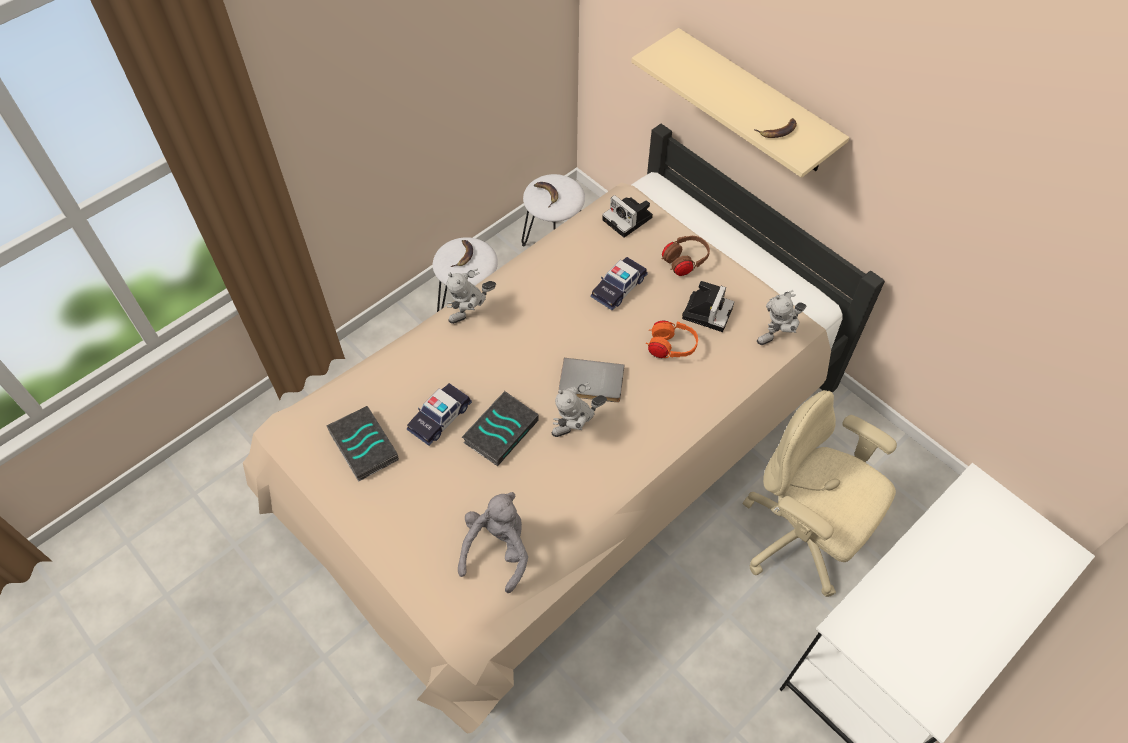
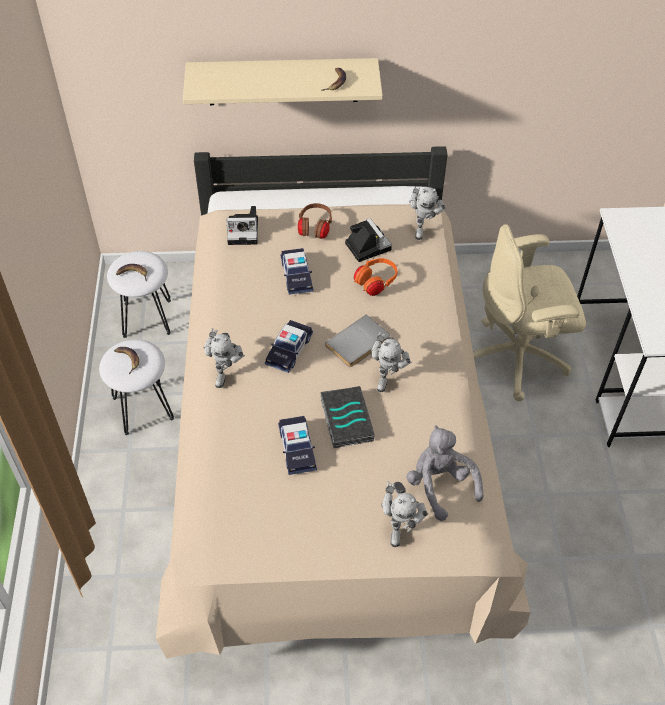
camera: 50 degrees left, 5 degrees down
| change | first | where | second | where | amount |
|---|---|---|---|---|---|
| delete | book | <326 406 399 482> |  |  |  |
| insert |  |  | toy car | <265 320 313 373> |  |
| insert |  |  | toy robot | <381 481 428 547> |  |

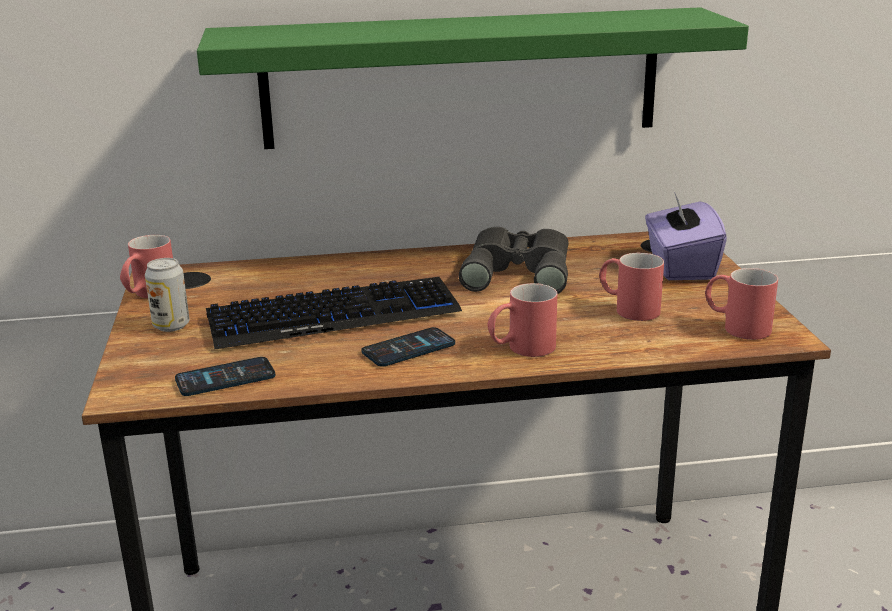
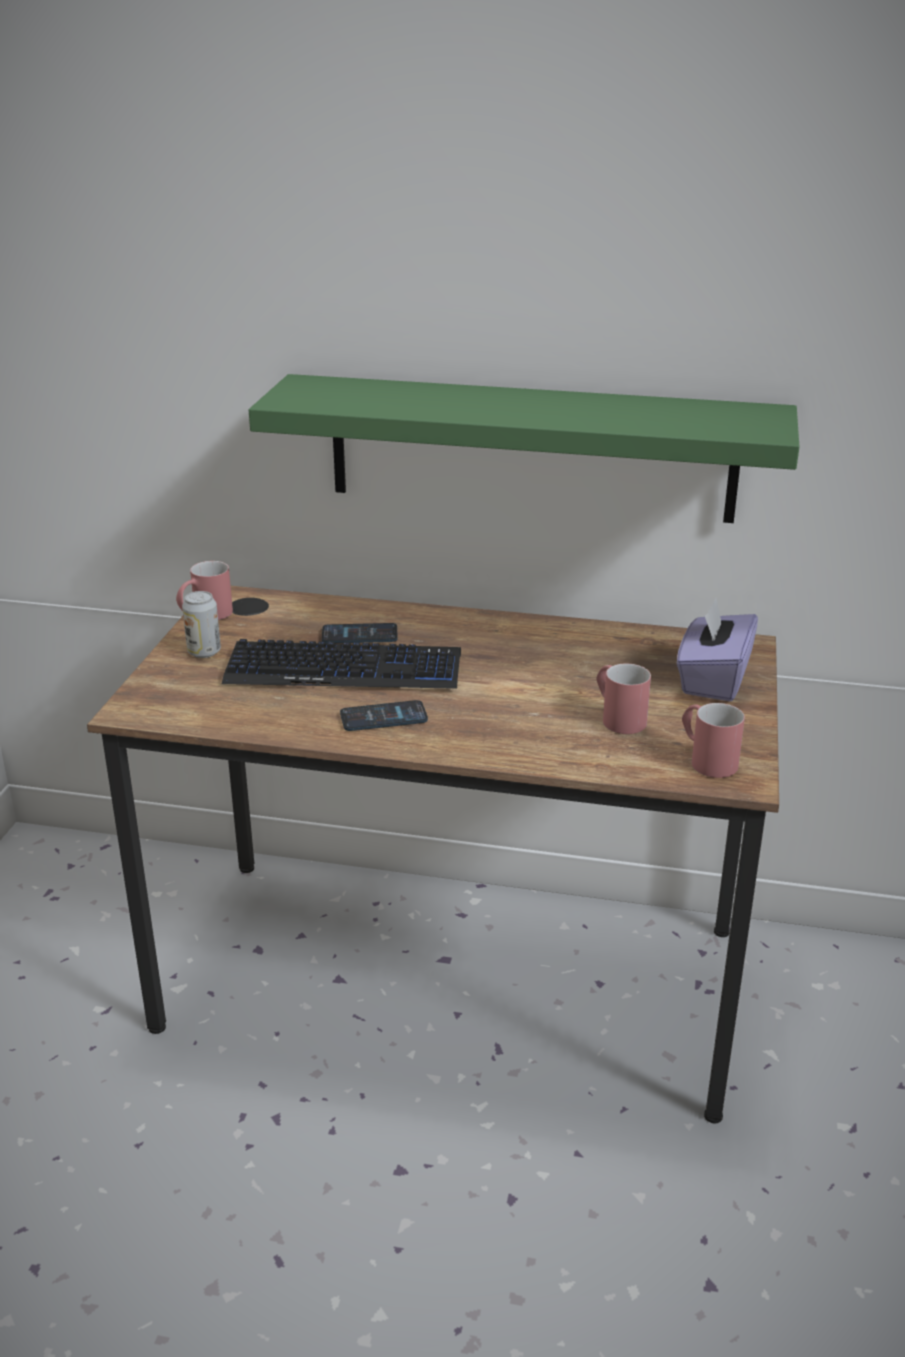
camera: 20 degrees right, 5 degrees up
| change | first | where | second | where | amount |
|---|---|---|---|---|---|
| move | phone | <175 357 276 396> |  | <322 623 398 644> |  |
| delete | binoculars (grey) | <459 227 569 294> |  |  |  |
| delete | mug (red) | <488 283 557 357> |  |  |  |

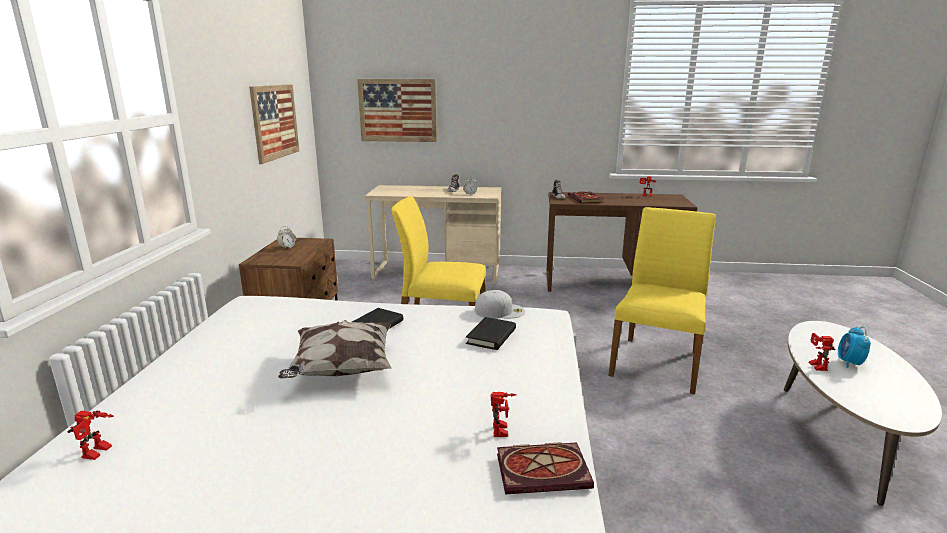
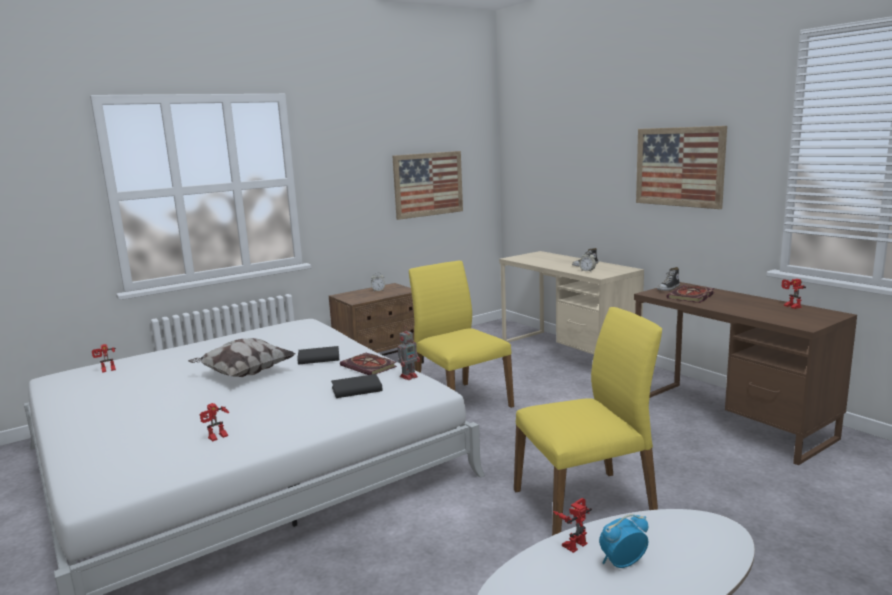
camera: 50 degrees right, 5 degrees down
| change | first | where | second | where | amount |
|---|---|---|---|---|---|
| move | picture | <357 79 437 142> |  | <636 126 727 209> |  |
| replace | cap (white) | <475 290 525 319> | toy robot | <397 326 420 380> |  |
| move | book | <497 442 594 495> |  | <340 353 397 375> |  |

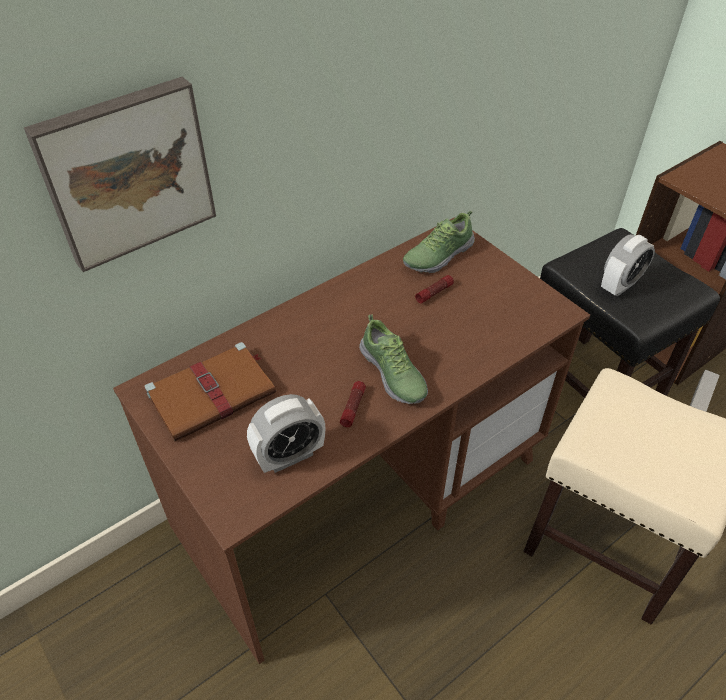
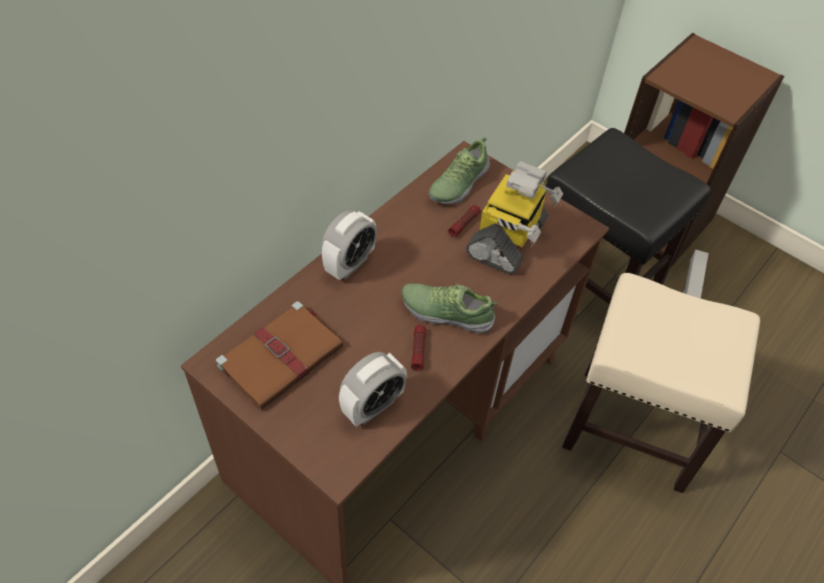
camera: 15 degrees left, 5 degrees up
| change | first | where | second | where | amount |
|---|---|---|---|---|---|
| delete | picture | <24 77 216 272> |  |  |  |
| rotate | shoe | <359 314 428 404> |  | <401 283 498 333> | 150 degrees clockwise |
| move | alarm clock | <601 234 655 297> |  | <321 211 377 280> |  |
| insert |  |  | toy robot | <466 161 563 274> |  |

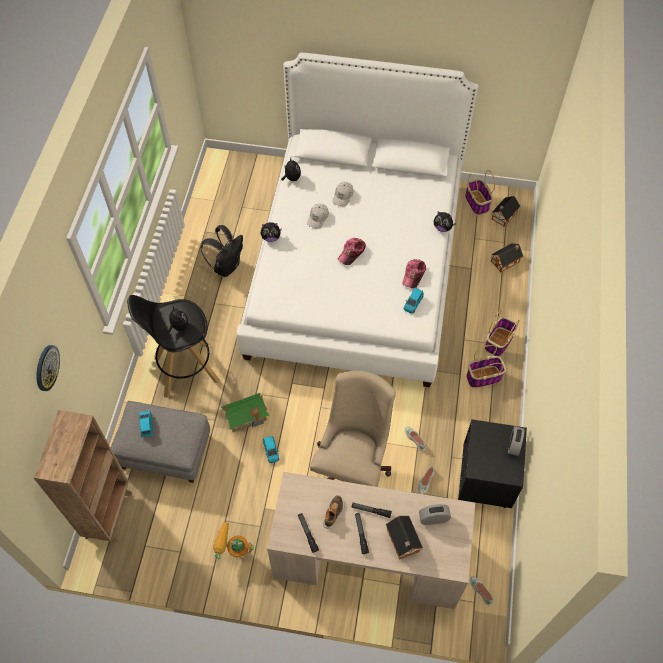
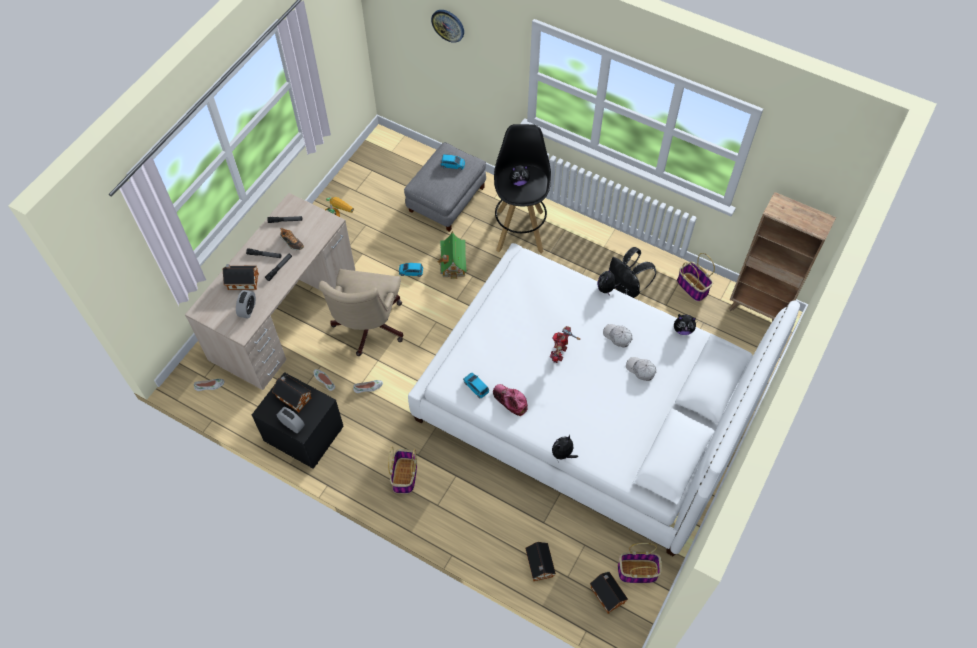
camera: 110 degrees right, 0 degrees up
| change | first | where | second | where | amount |
|---|---|---|---|---|---|
| move | bookcase (brown) | <33 410 132 544> |  | <729 192 836 322> |  |
| rotate | office chair (beige) | <310 371 396 487> |  | <319 269 404 356> | 60 degrees clockwise |
| replace | cap | <337 238 366 265> | toy robot | <550 326 580 363> |  |
| move | basket | <485 309 519 356> |  | <677 253 715 302> |  |
| insert |  |  | toy house | <272 376 311 412> |  |

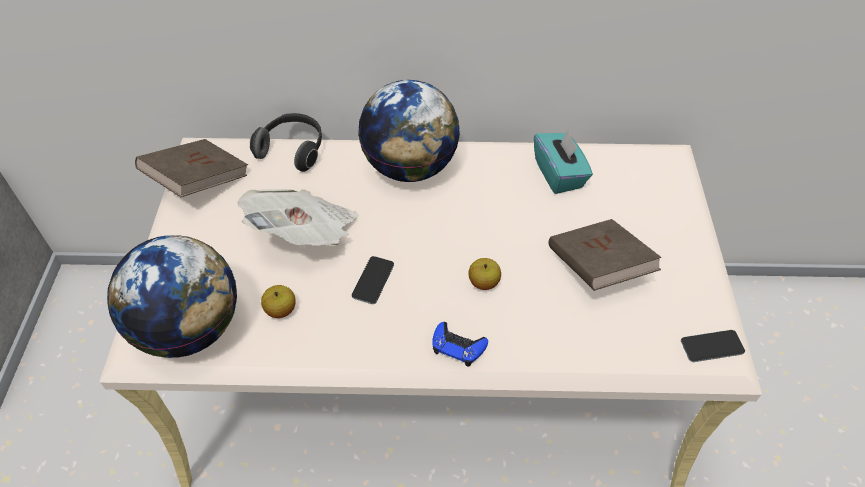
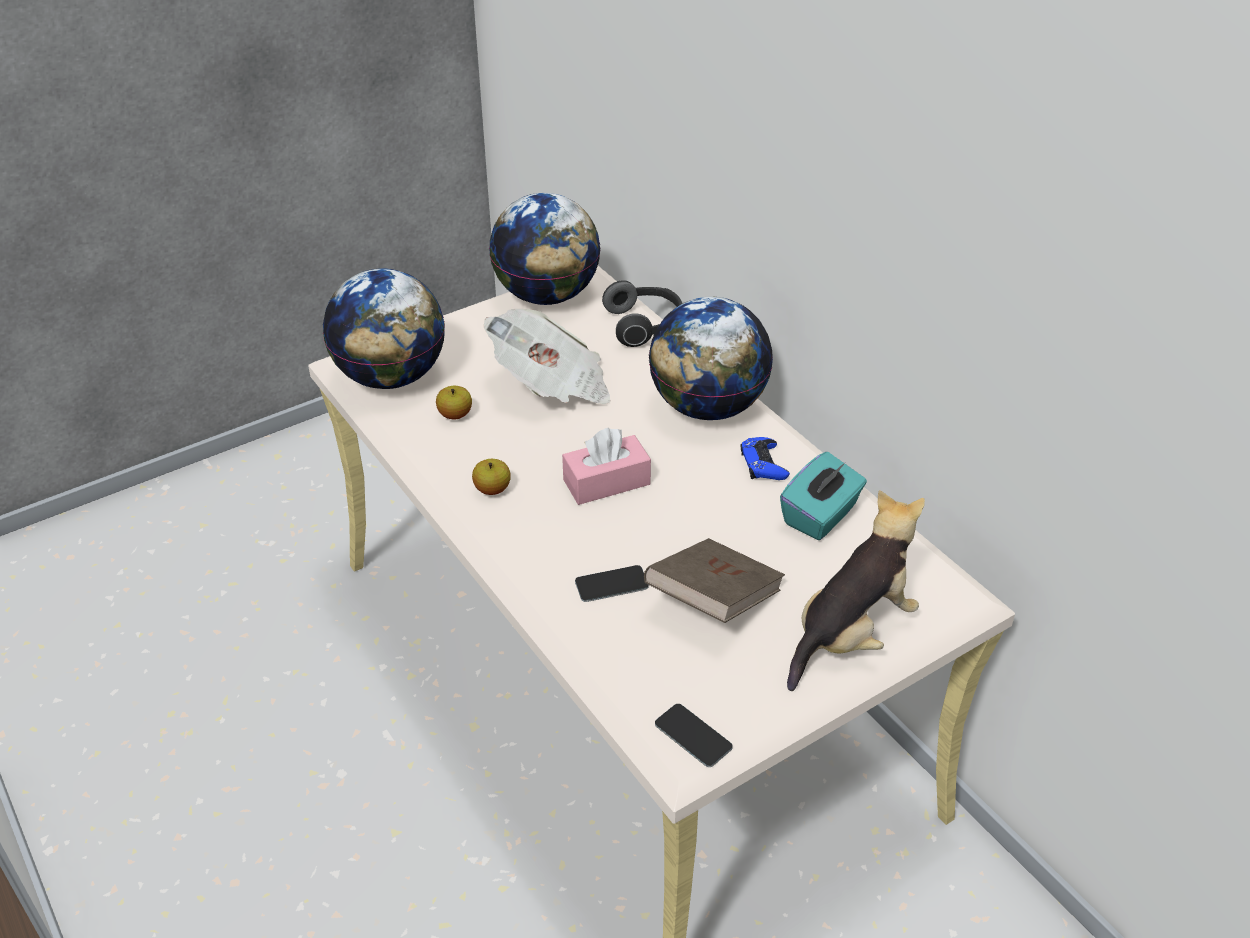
camera: 55 degrees right, 10 degrees down
| change | first | where | second | where | amount |
|---|---|---|---|---|---|
| replace | book (brown) | <135 139 248 197> | globe | <489 193 601 305> |  |
| move | phone | <352 256 394 304> |  | <575 565 649 602> |  |
| move | game controller (blue) | <432 322 488 366> |  | <741 437 790 480> |  |
| move | apple | <469 258 501 290> |  | <472 459 511 495> |  |
| insert |  |  | tissue box (pink) | <562 428 651 505> |  |
| insert |  |  | plush toy | <787 490 925 691> |  |

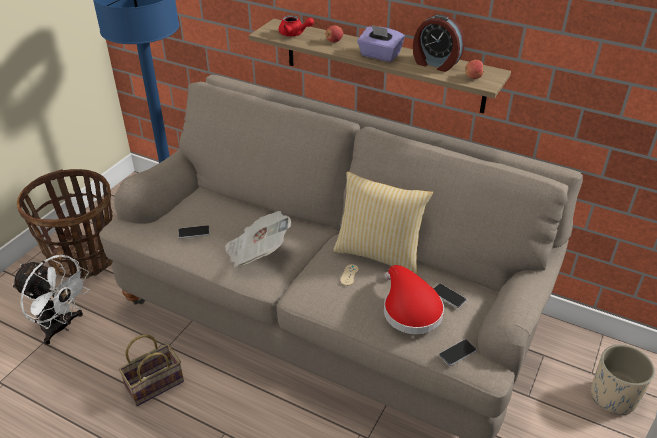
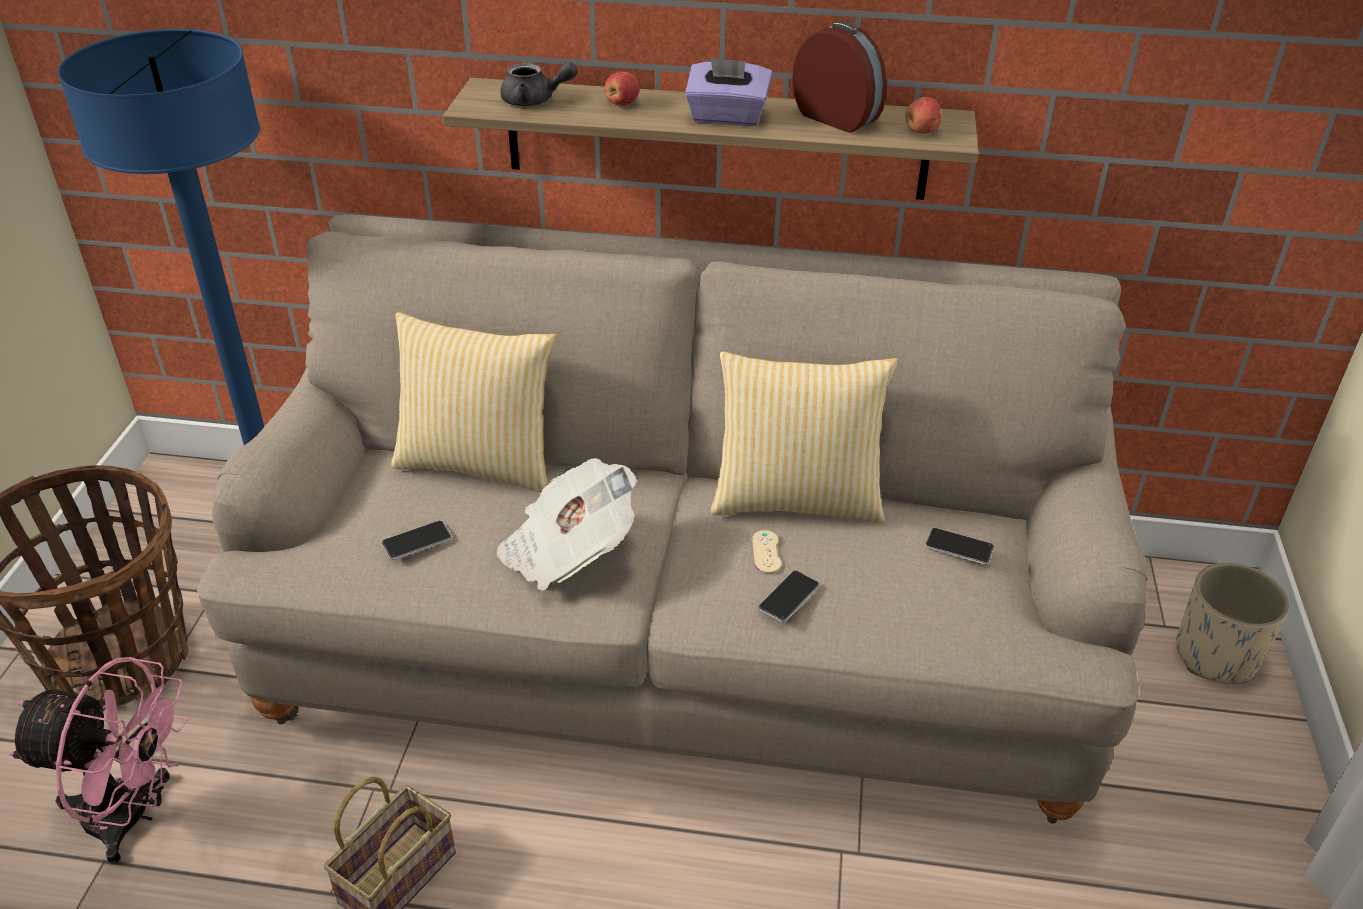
camera: 20 degrees left, 0 degrees up
| change | first | where | second | where | amount |
|---|---|---|---|---|---|
| recolor | fan (white) | <12 255 90 345> | fan (pink) | <9 657 188 864> |  |
| recolor | teapot (red) | <279 15 314 36> | teapot (grey) | <500 62 577 106> |  |
| delete | hat (red) | <384 265 444 334> |  |  |  |
| rotate | alarm clock | <413 14 465 72> |  | <792 21 887 133> | 150 degrees counterclockwise |
| move | phone | <439 339 477 366> |  | <758 571 820 622> |  |
| insert |  |  | pillow | <391 312 557 493> |  |

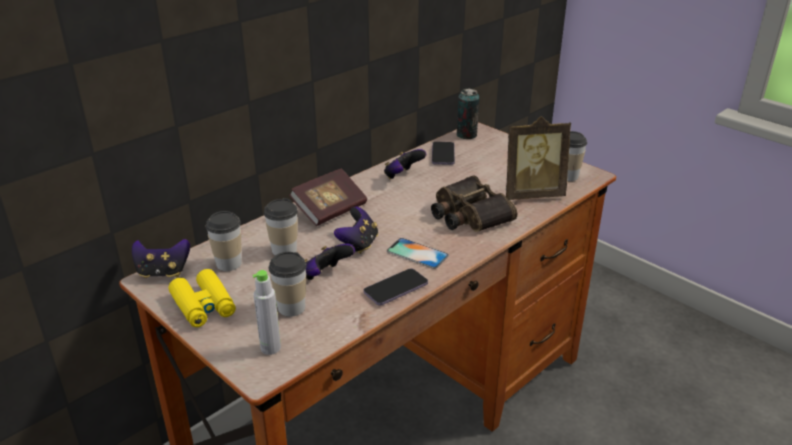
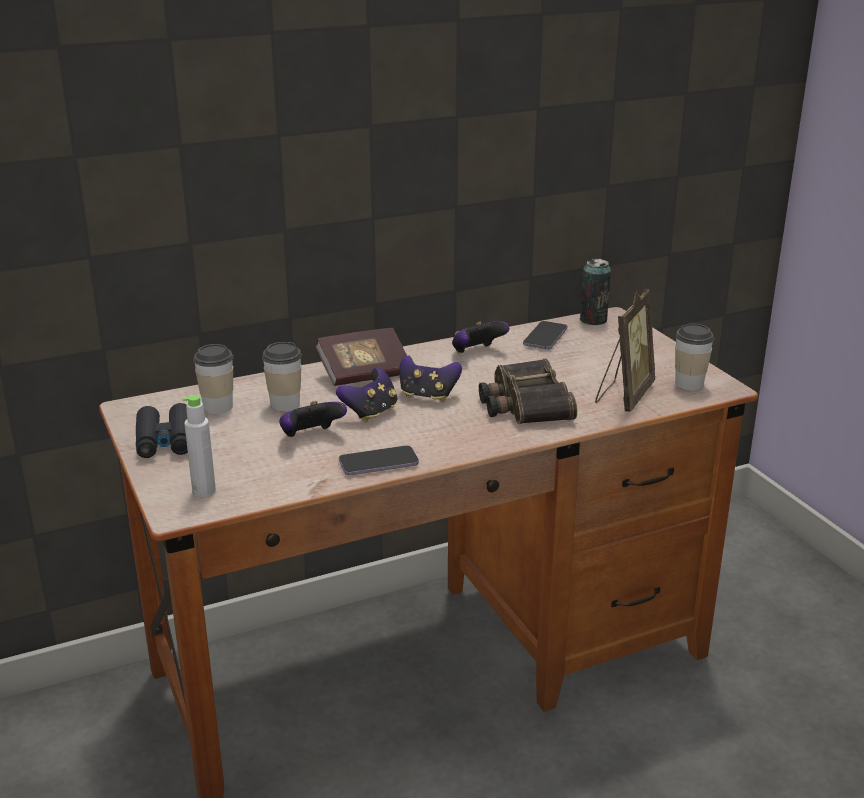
camera: 20 degrees right, 5 degrees down
| change | first | where | second | where | amount |
|---|---|---|---|---|---|
| move | game controller | <132 239 190 278> |  | <399 355 462 402> |  |
| recolor | binoculars (yellow) | <169 269 236 327> | binoculars (black) | <136 403 188 458> |  |
| delete | cup | <268 252 307 317> |  |  |  |
| delete | phone | <387 238 449 269> |  |  |  |
| rotate | picture frame | <506 116 571 200> |  | <595 289 655 412> | 75 degrees counterclockwise |

